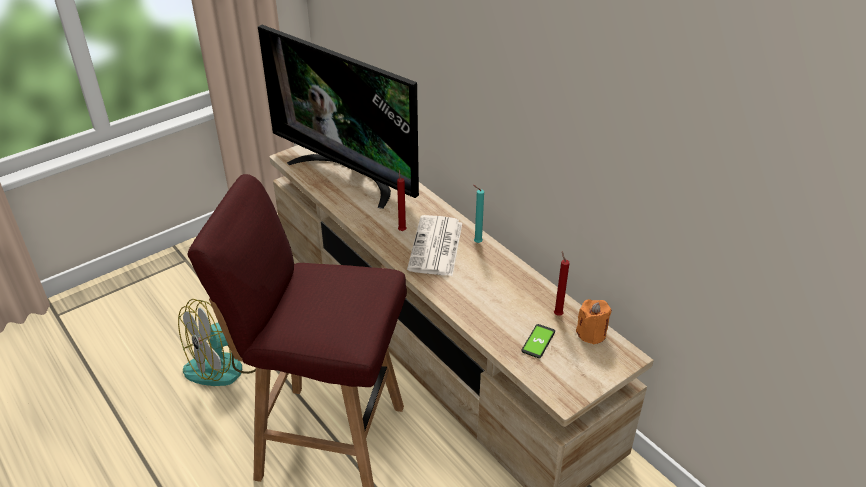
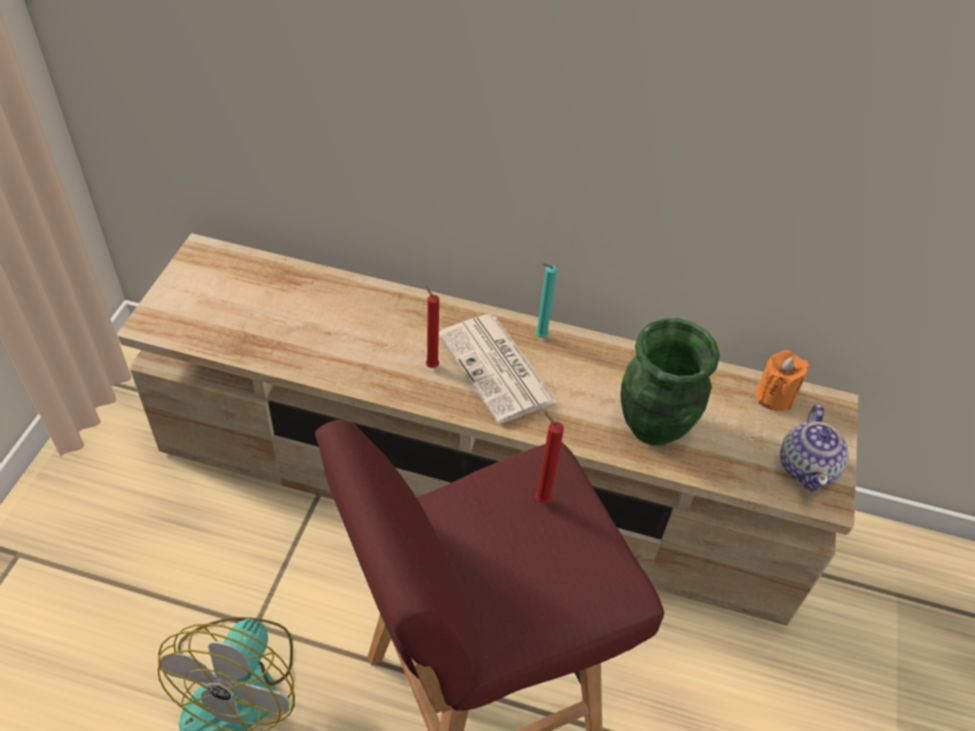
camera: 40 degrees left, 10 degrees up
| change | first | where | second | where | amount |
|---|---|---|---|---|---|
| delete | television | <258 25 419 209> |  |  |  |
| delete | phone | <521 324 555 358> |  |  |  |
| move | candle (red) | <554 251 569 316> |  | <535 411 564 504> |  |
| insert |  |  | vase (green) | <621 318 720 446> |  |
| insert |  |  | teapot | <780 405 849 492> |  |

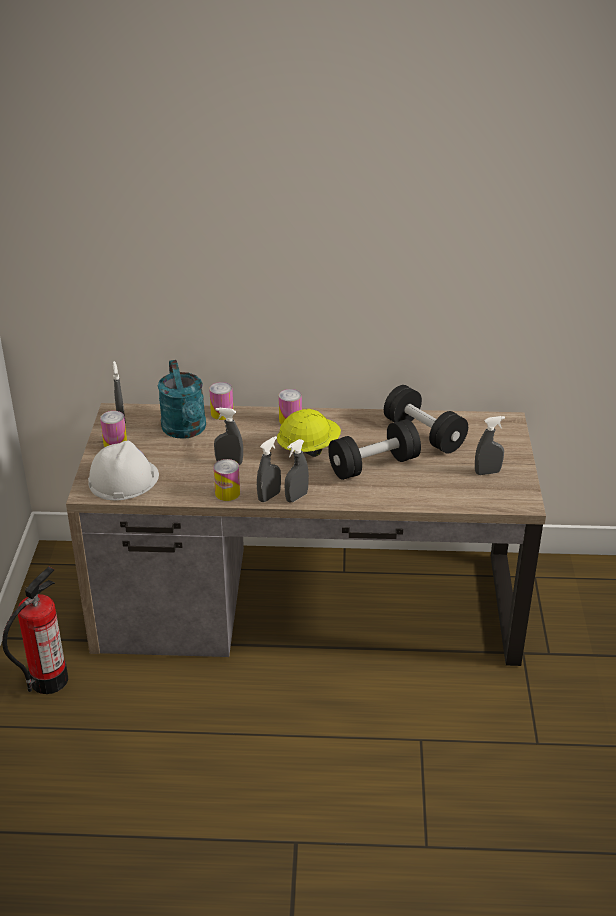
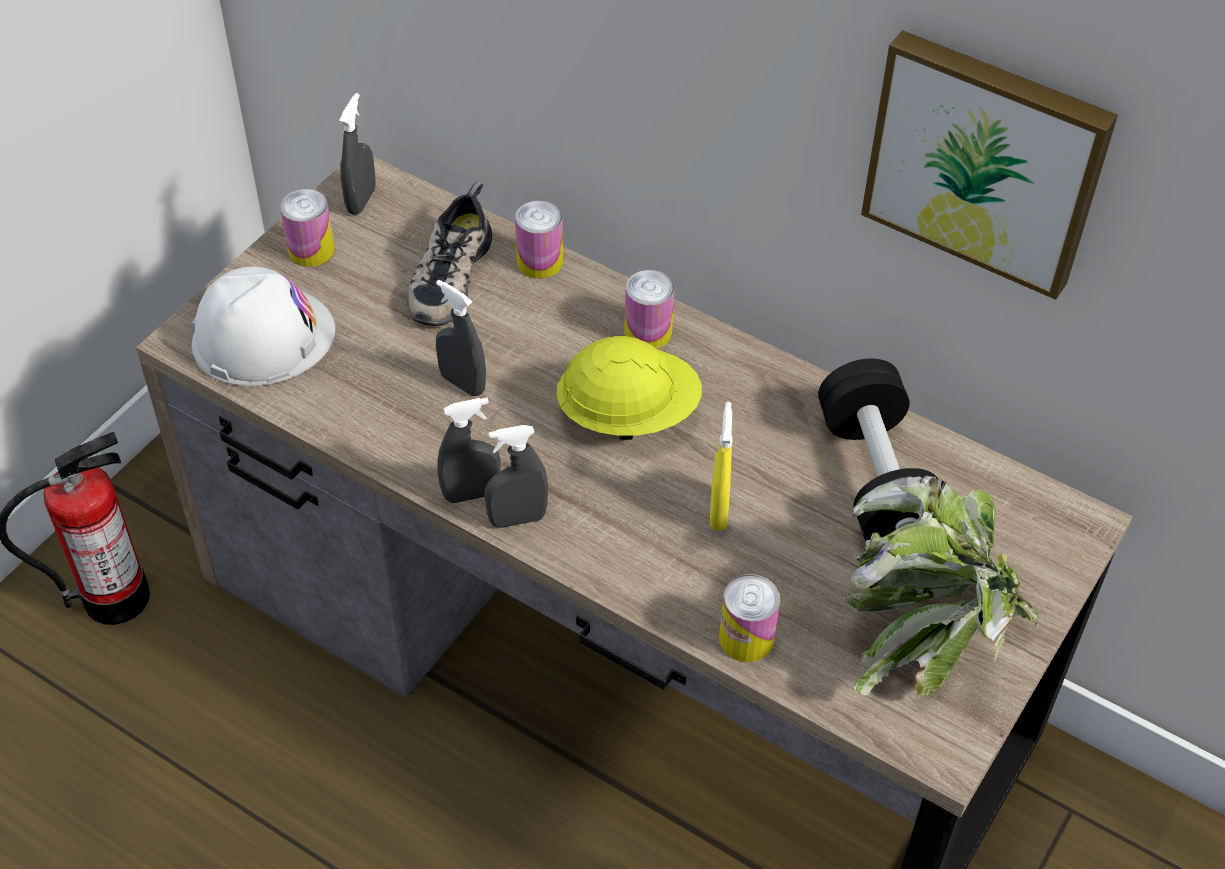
camera: 30 degrees right, 15 degrees up
| change | first | where | second | where | amount |
|---|---|---|---|---|---|
| replace | watering can (turquoise) | <158 360 206 439> | shoe | <407 182 492 327> |  |
| move | can | <214 459 240 501> |  | <719 574 780 662> |  |
| replace | dumbbell (black) | <328 419 421 480> | spray bottle (yellow) | <710 402 733 531> |  |
| replace | spray bottle (grey) | <475 416 505 475> | potted plant | <845 476 1039 696> |  |
| insert |  |  | picture | <861 30 1118 300> |  |

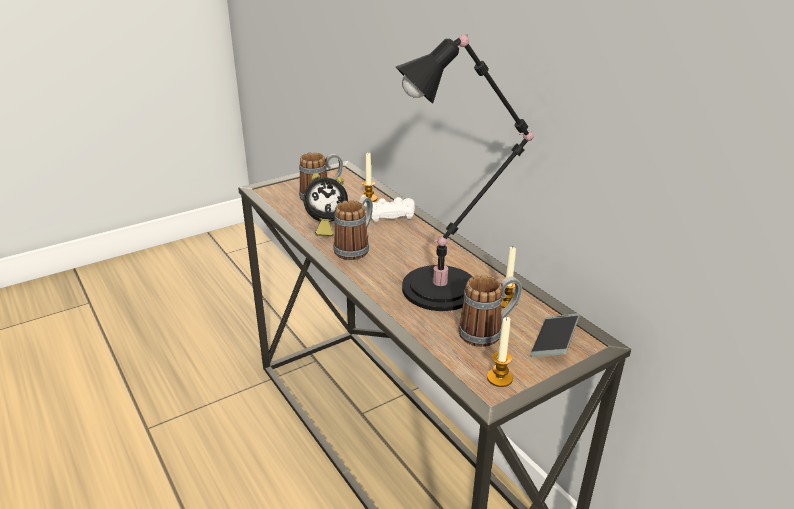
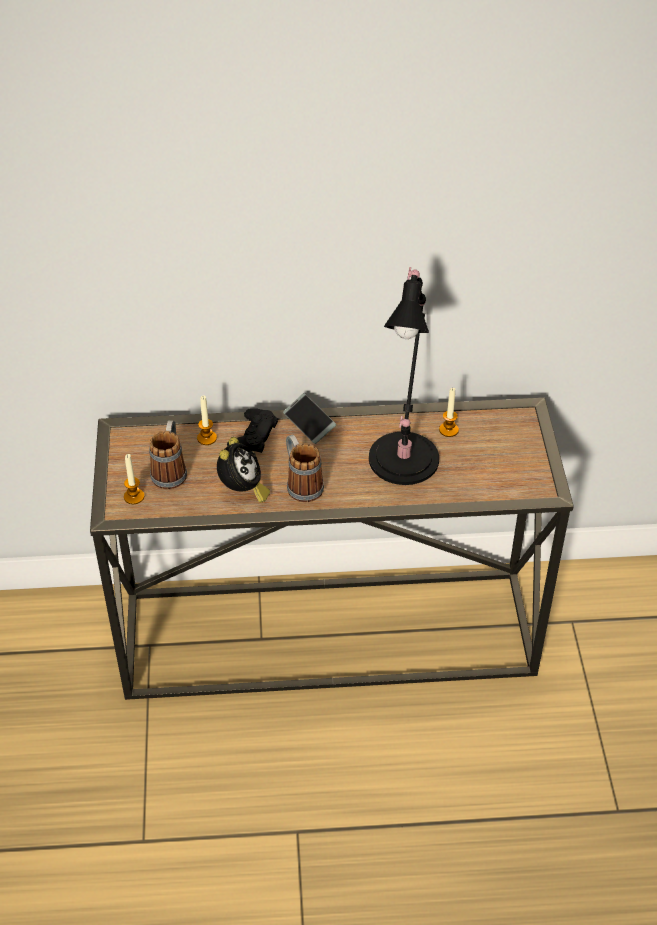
camera: 60 degrees left, 15 degrees up
| change | first | where | second | where | amount |
|---|---|---|---|---|---|
| recolor | game controller (white) | <364 197 415 222> | game controller (black) | <227 408 278 453> |  |
| delete | mug | <458 275 522 347> |  |  |  |
| move | candle | <487 317 513 387> |  | <124 454 144 504> |  |
| move | phone | <530 313 580 357> |  | <283 393 336 444> |  |

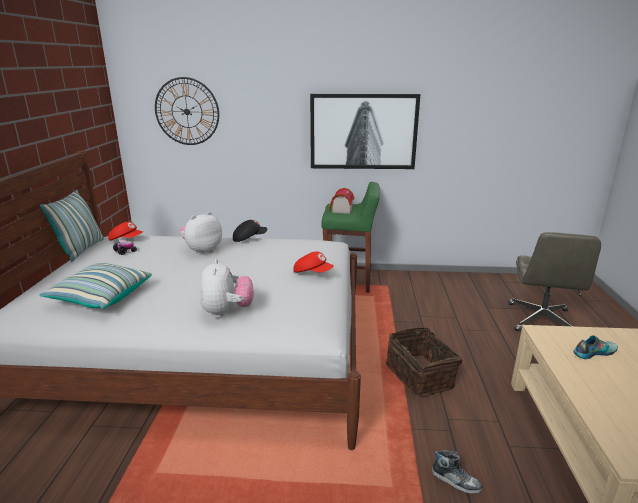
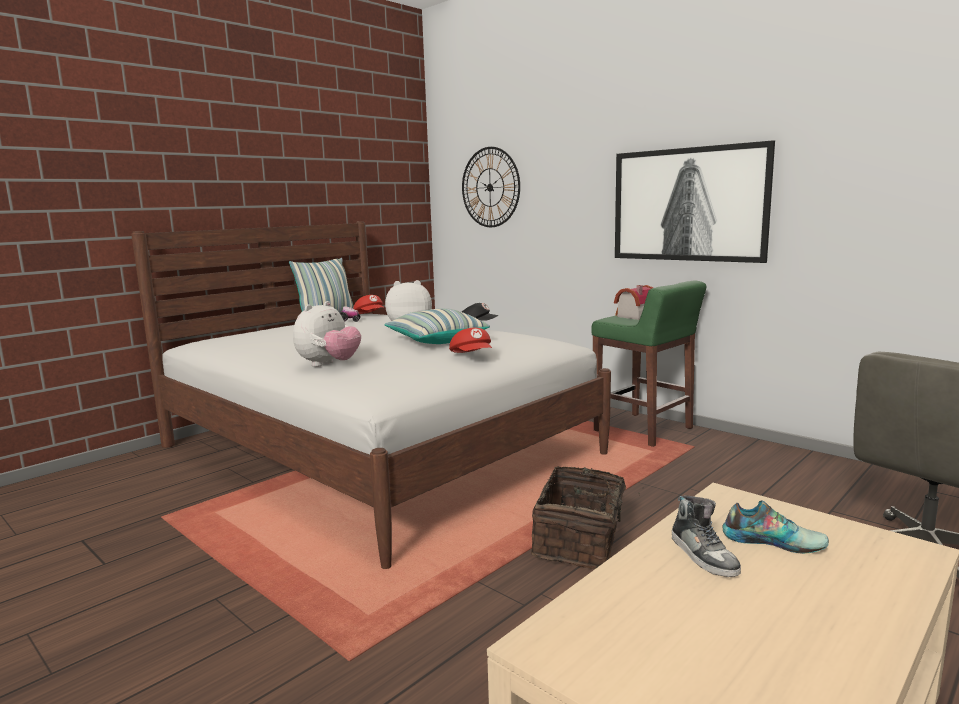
camera: 40 degrees right, 10 degrees down
| change | first | where | second | where | amount |
|---|---|---|---|---|---|
| move | pillow | <39 263 152 309> |  | <384 308 490 344> |  |
| move | shoe | <432 450 482 494> |  | <672 496 741 577> |  |

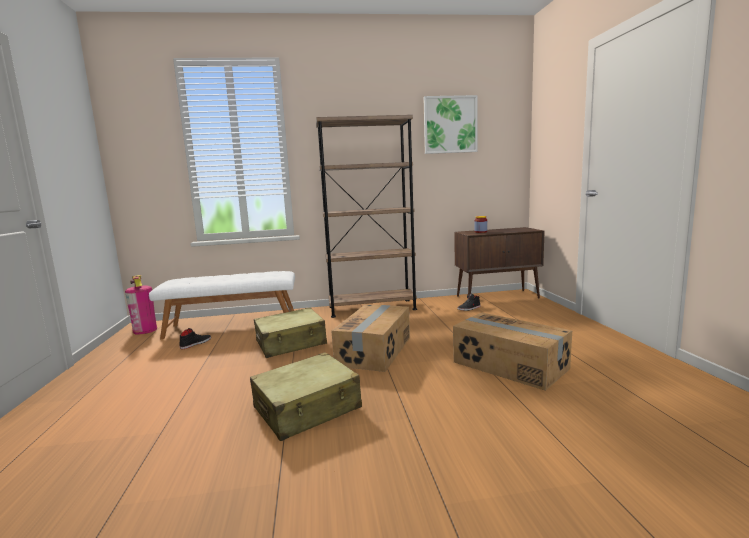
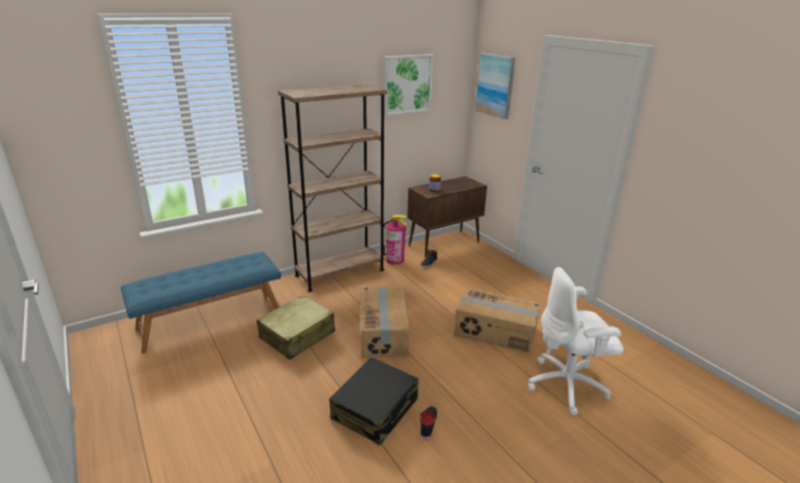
camera: 25 degrees left, 15 degrees up
| change | first | where | second | where | amount |
|---|---|---|---|---|---|
| move | fire extinguisher | <125 275 157 334> |  | <383 215 408 264> |  |
| recolor | bench (white) | <149 271 295 339> | bench (blue) | <121 252 281 354> |  |
| move | shoe (black) | <180 328 211 349> |  | <420 406 437 439> |  |
| recolor | suitcase (beige) | <250 352 362 441> | suitcase (black) | <329 357 419 445> |  |
| insert |  |  | picture | <475 53 515 119> |  |
| insert |  |  | office chair (white) | <528 267 624 415> |  |

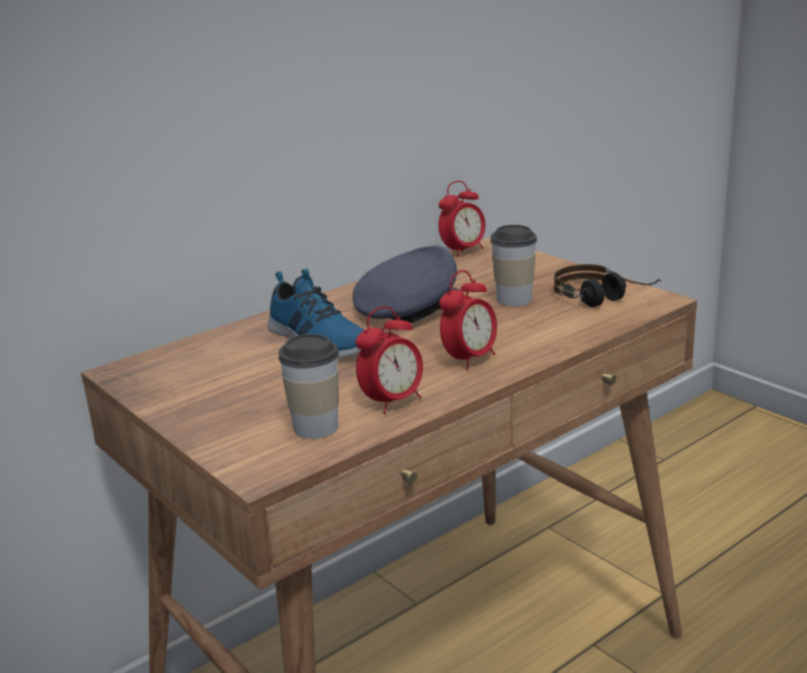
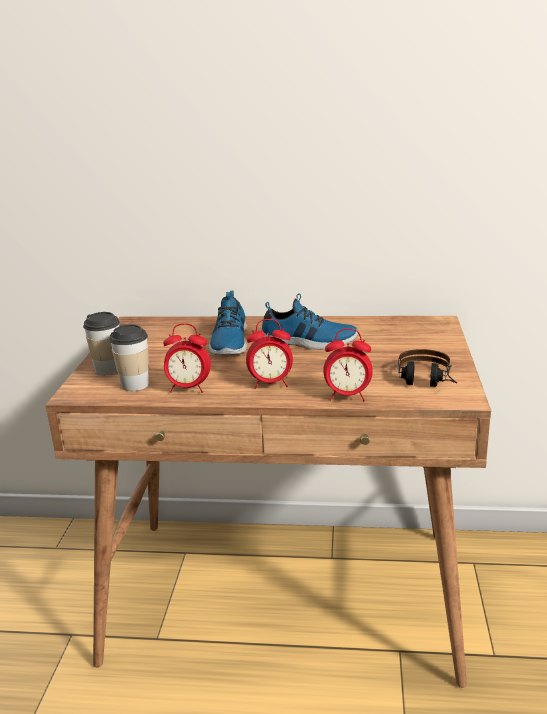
camera: 45 degrees right, 0 degrees up
| change | first | where | second | where | amount |
|---|---|---|---|---|---|
| replace | cap (grey) | <352 246 465 323> | shoe | <261 293 358 349> |  |
| move | alarm clock | <438 181 485 257> |  | <323 329 373 401> |  |
| move | cup | <490 225 537 306> |  | <83 312 120 375> |  |

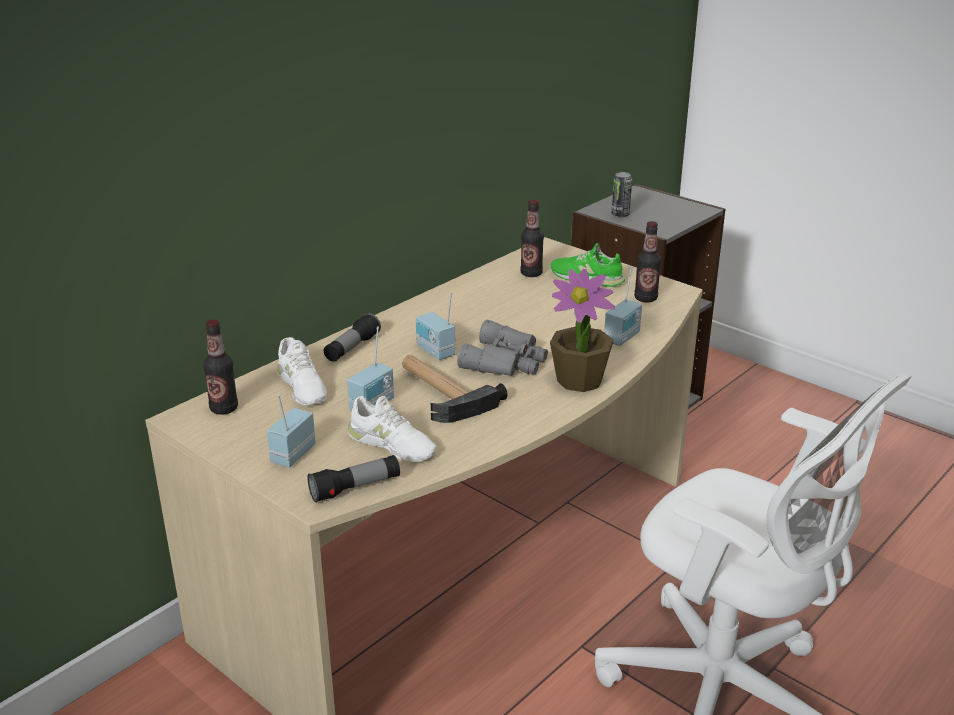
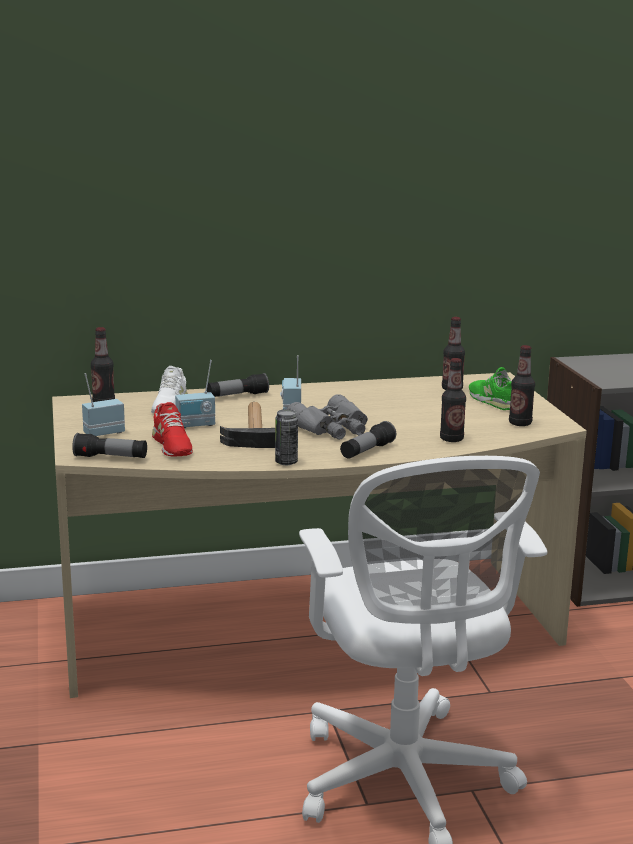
camera: 35 degrees right, 10 degrees down
| change | first | where | second | where | amount |
|---|---|---|---|---|---|
| recolor | shoe (white) | <347 396 436 462> | shoe (red) | <152 402 193 456> |  |
| replace | potted plant | <550 269 615 392> | flashlight | <340 421 396 459> |  |
| replace | radio | <604 266 642 346> | bottle | <440 358 466 442> |  |
| move | can | <612 172 632 217> |  | <275 409 298 465> |  |

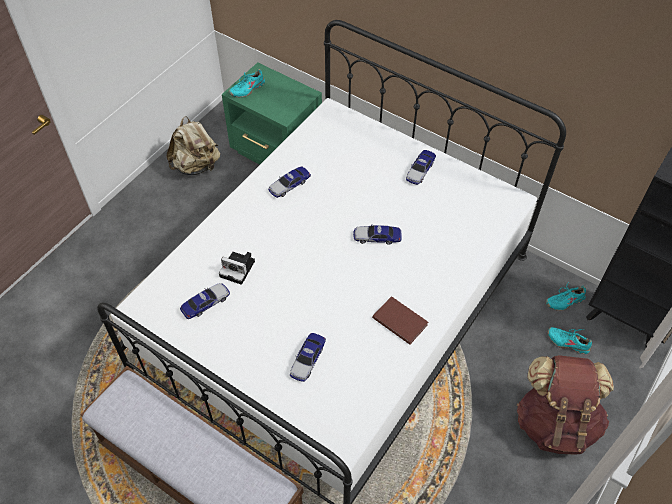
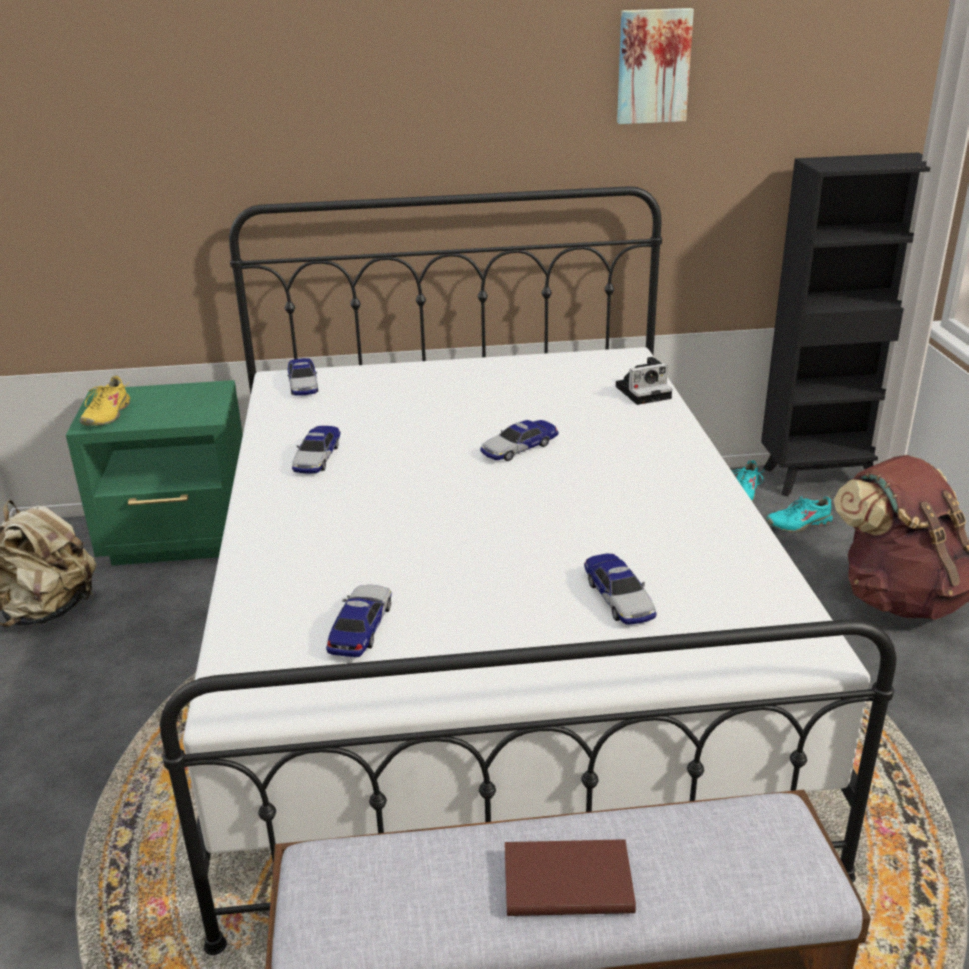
camera: 40 degrees left, 25 degrees down
| change | first | where | second | where | amount |
|---|---|---|---|---|---|
| move | photo camera | <219 252 255 285> |  | <616 357 672 405> |  |
| recolor | shoe (turquoise) | <229 69 265 97> | shoe (yellow) | <80 375 130 426> |  |
| move | book (brown) | <372 296 428 345> |  | <505 839 636 916> |  |
| move | toy car | <406 150 436 185> |  | <287 358 318 396> |  |
| insert |  |  | picture | <617 8 694 124> |  |

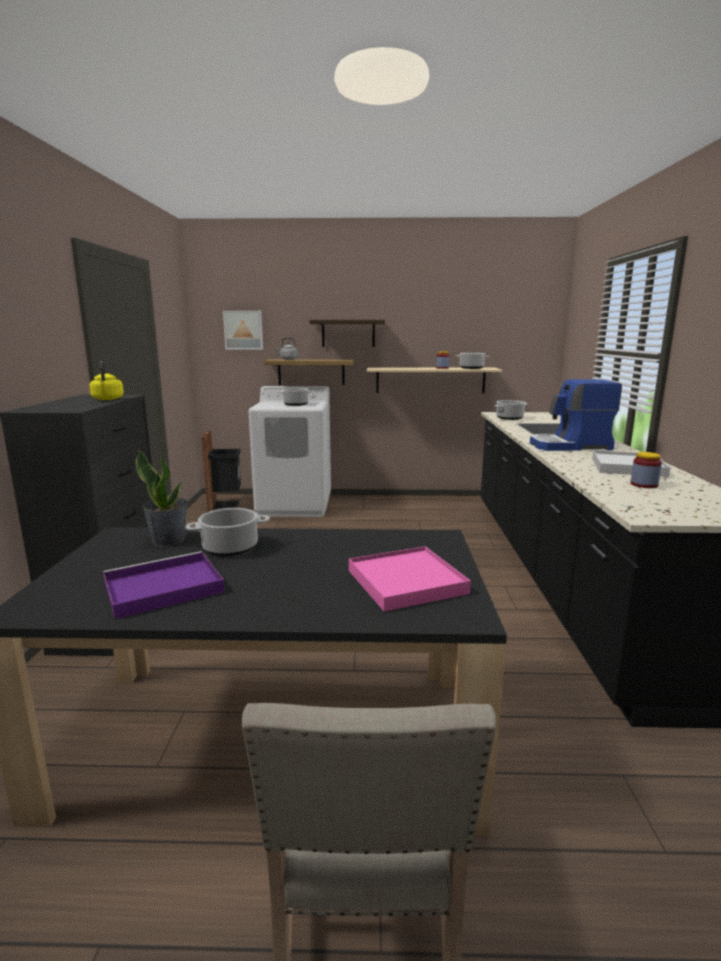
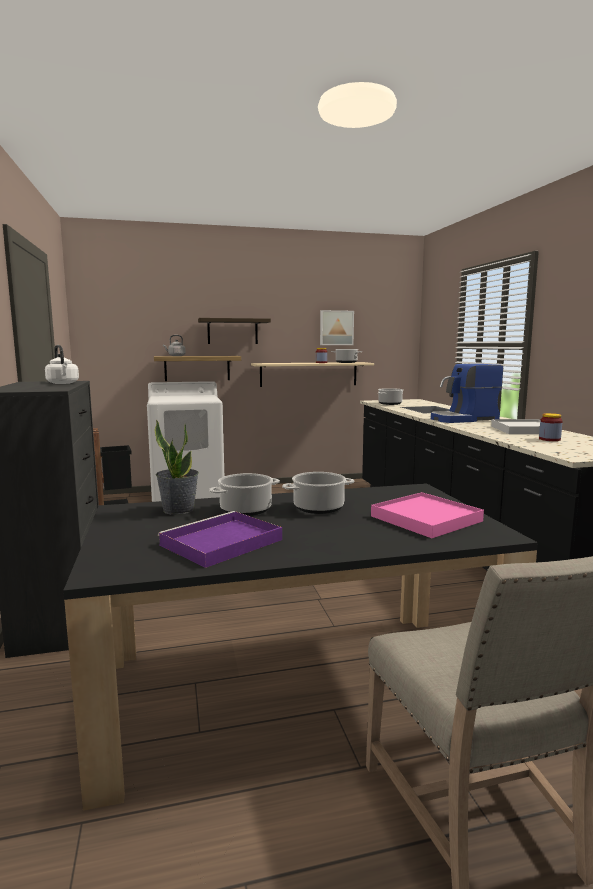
camera: 15 degrees left, 5 degrees down
| change | first | where | second | where | amount |
|---|---|---|---|---|---|
| recolor | kettle (yellow) | <89 361 124 400> | kettle (white) | <45 345 79 384> |  |
| move | picture | <223 311 263 350> |  | <320 310 354 345> |  |
| move | cooking pot | <277 388 315 406> |  | <282 472 354 514> |  |

